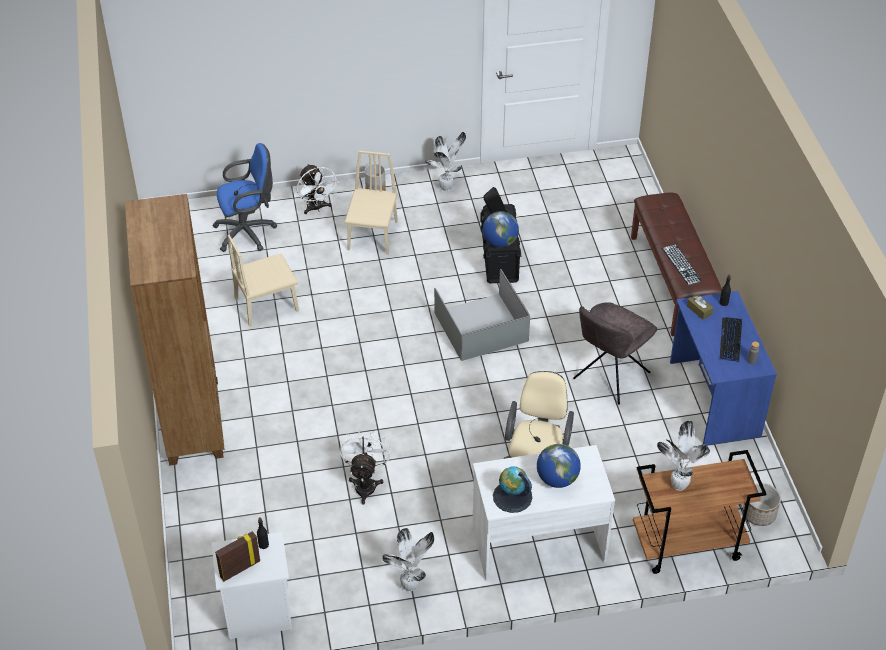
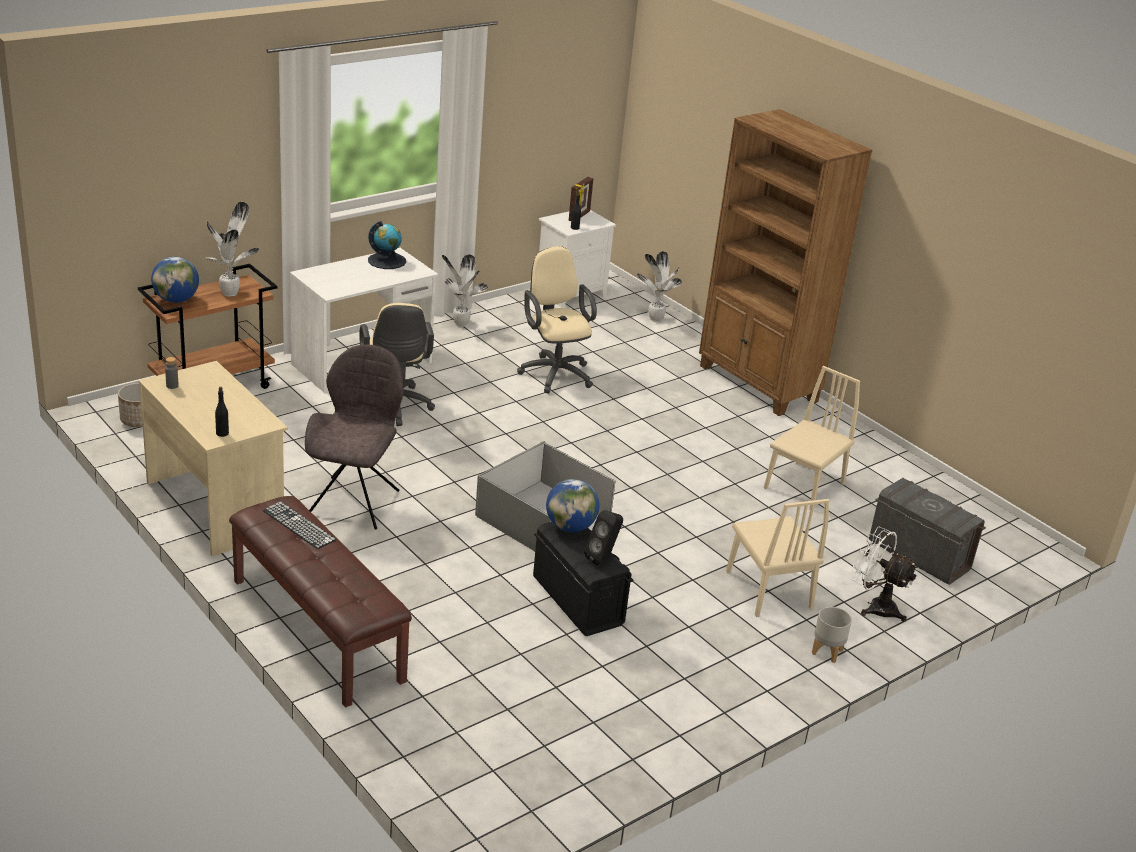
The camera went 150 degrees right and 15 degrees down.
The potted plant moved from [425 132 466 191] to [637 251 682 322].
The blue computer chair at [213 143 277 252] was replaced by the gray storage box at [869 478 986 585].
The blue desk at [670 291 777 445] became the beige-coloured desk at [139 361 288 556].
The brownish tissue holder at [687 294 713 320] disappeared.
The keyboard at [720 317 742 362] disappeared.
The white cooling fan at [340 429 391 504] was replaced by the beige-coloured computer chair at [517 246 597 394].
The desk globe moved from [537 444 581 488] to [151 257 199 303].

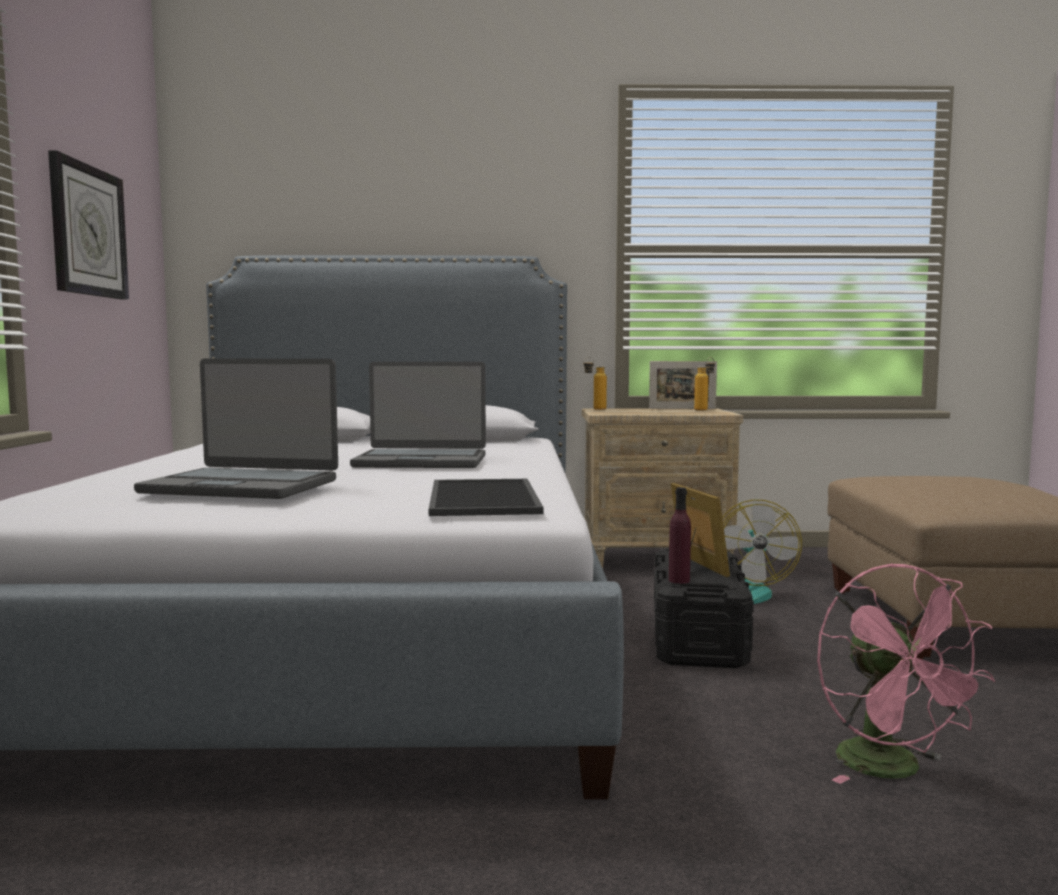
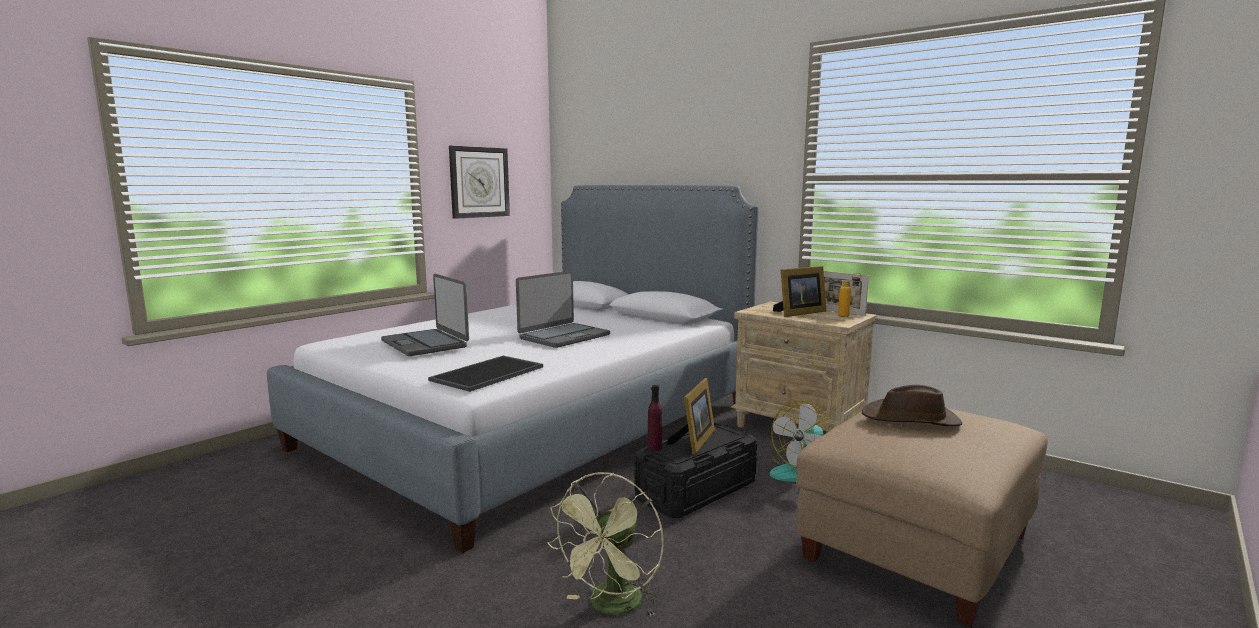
The camera went 40 degrees right and 5 degrees up.
The drink bottle at [583 357 607 410] disappeared.
The notebook computer at [350 362 486 468] turned 90 degrees counterclockwise.
The pink cooling fan at [817 563 996 784] became the greenish cooling fan at [547 472 664 617].
The picture frame at [773 266 826 317] appeared.
The brownish hat at [862 385 962 426] appeared.

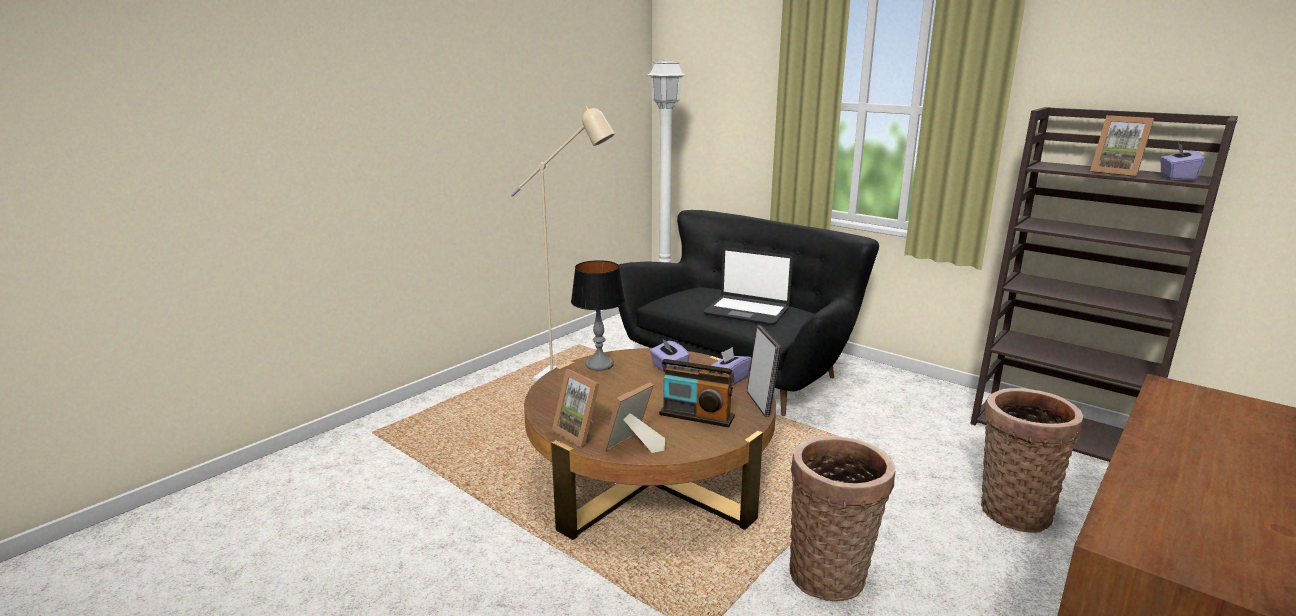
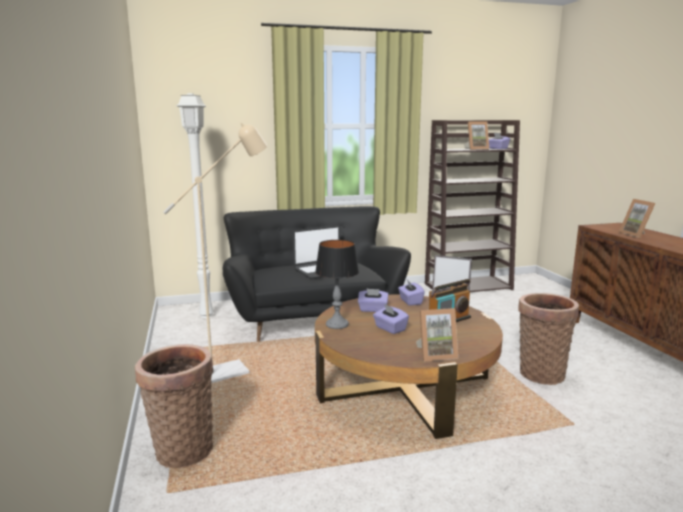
The camera went 55 degrees left and 5 degrees down.
The picture frame moved from [602 382 665 453] to [619 199 656 238].
The storage basket moved from [981 388 1083 533] to [135 344 214 468].
The purplish tissue holder at [373 304 409 334] appeared.

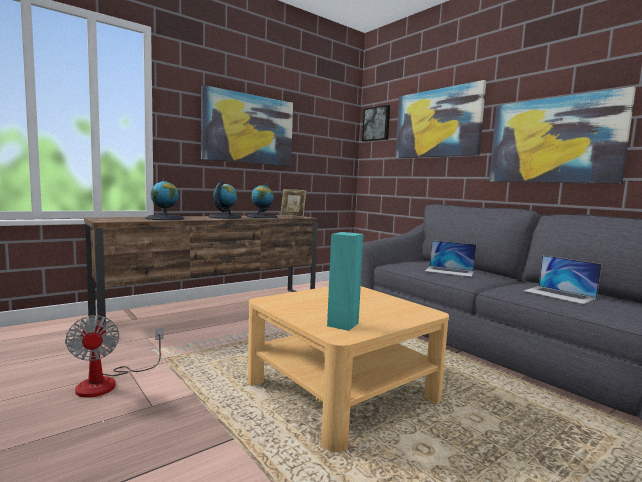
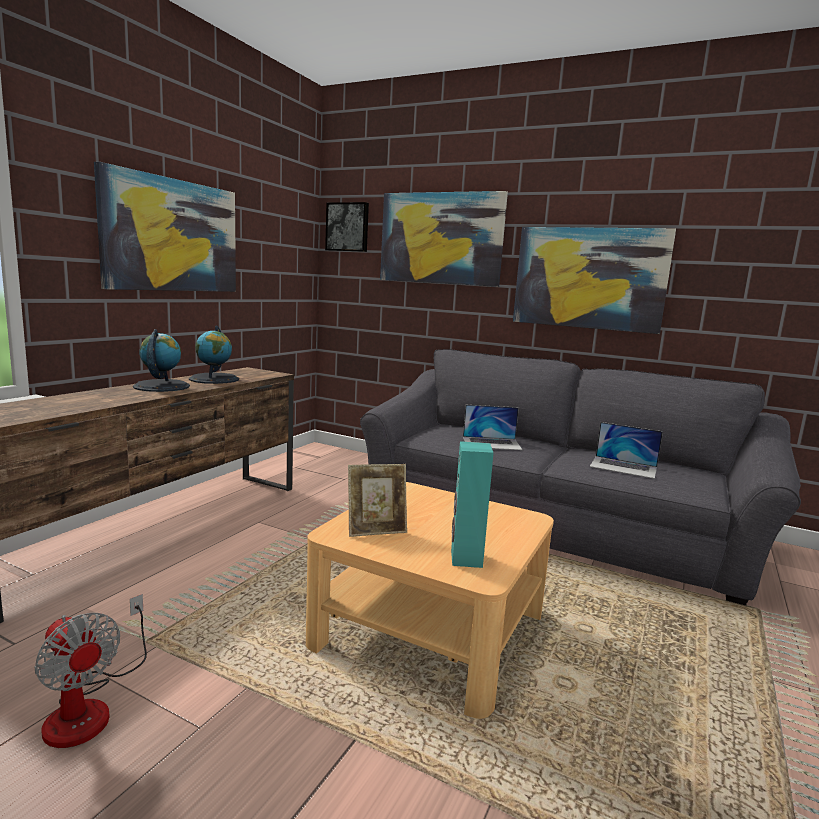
The camera went 25 degrees left and 5 degrees up.
The desk globe at [145 178 184 220] disappeared.
The picture frame moved from [280 189 306 217] to [348 464 407 537].

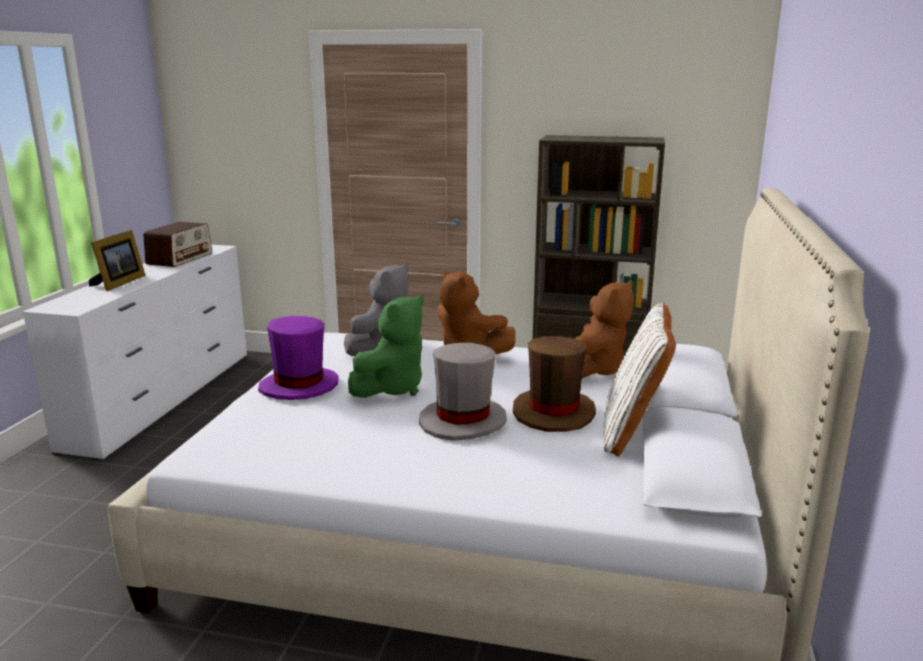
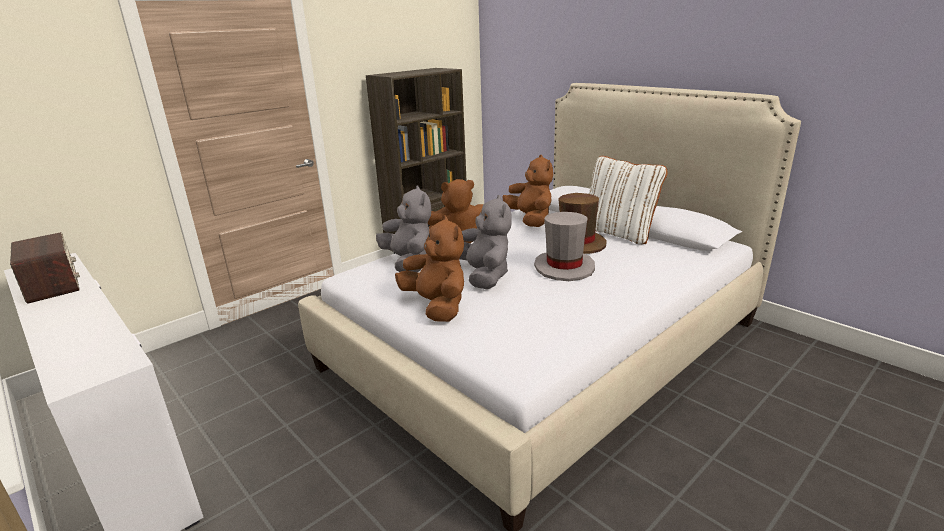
The camera went 55 degrees left and 5 degrees up.
The picture frame at [89 230 146 291] disappeared.
The greenish soft toy at [348 295 424 398] became the gray soft toy at [459 195 512 289].
The purplish hat at [258 316 339 400] was replaced by the brownish soft toy at [395 215 464 322].

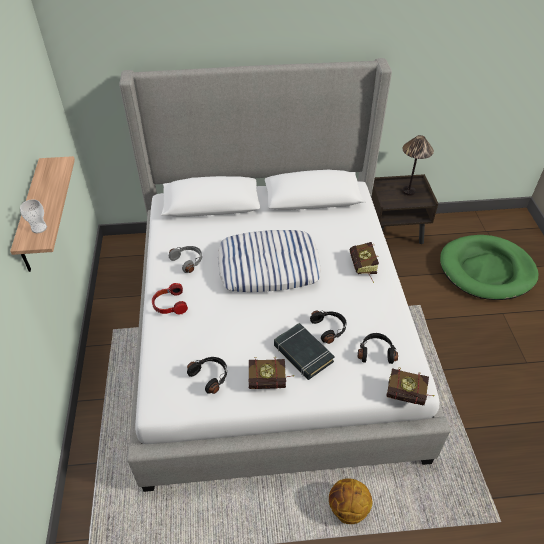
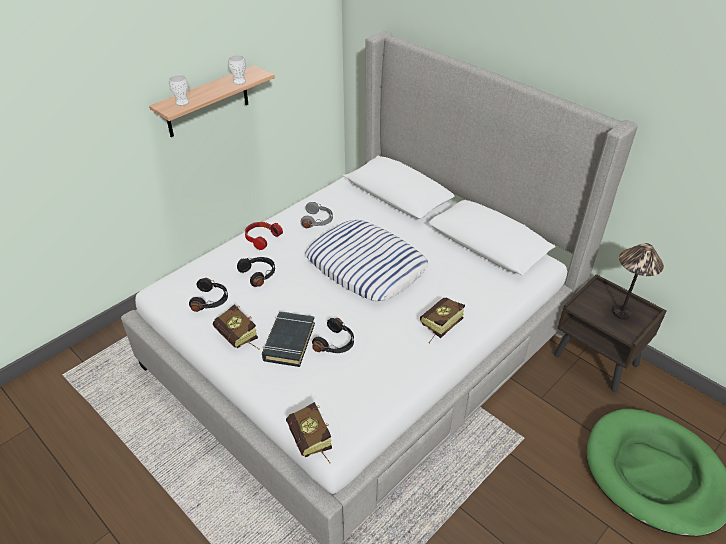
The camera went 50 degrees right and 5 degrees down.
The blackish headphones moved from [358 333 398 364] to [237 257 275 287].
The basketball at [329 478 372 524] disappeared.
The drinking cup at [228 55 246 85] appeared.

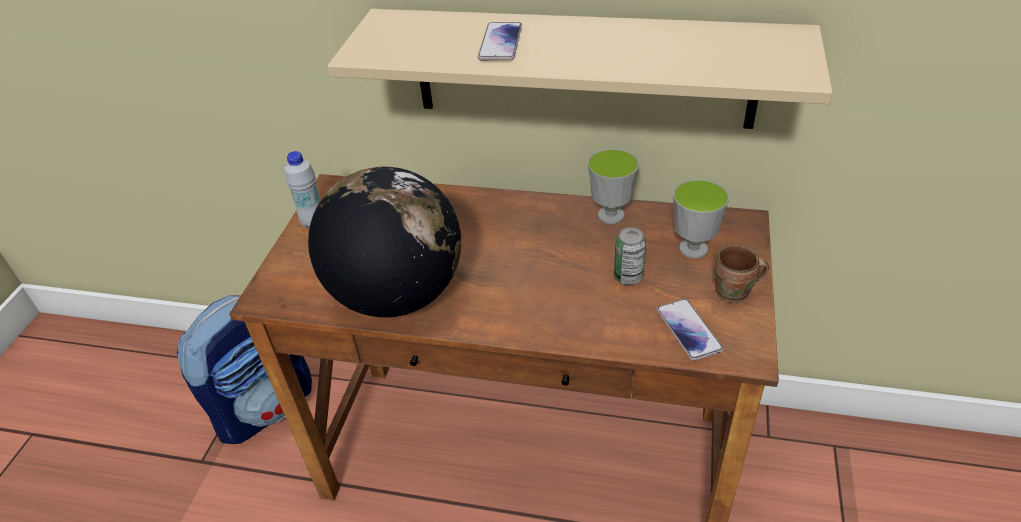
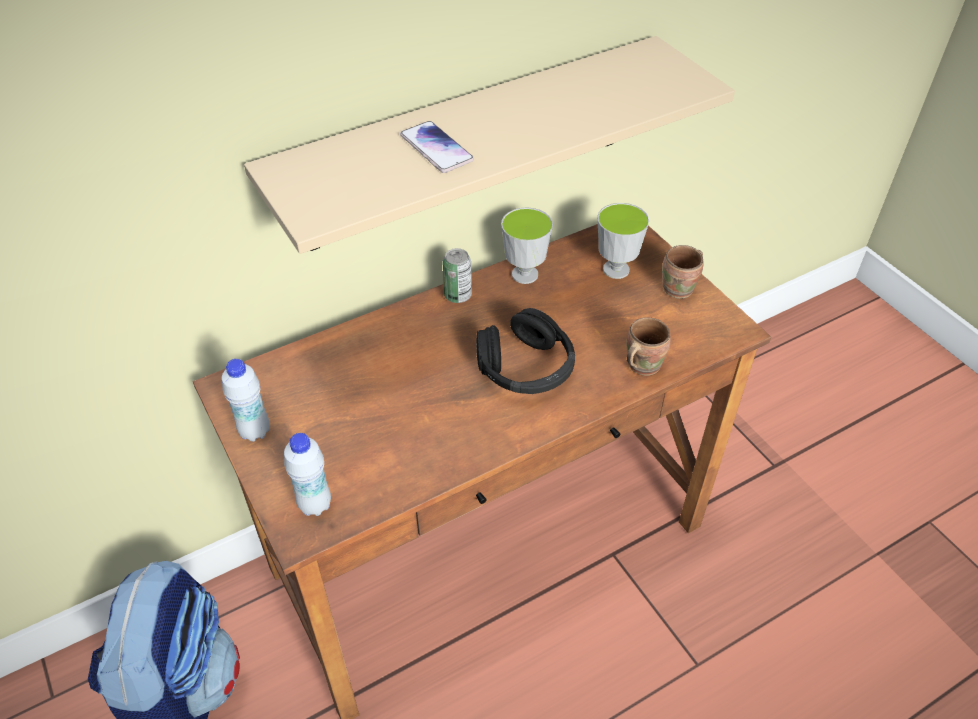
The camera went 45 degrees left and 5 degrees up.
The desk globe at [308 167 461 317] disappeared.
The metal can moved from [614 227 646 285] to [443 248 472 303].
The phone at [657 299 723 361] disappeared.
The blackish headphones at [476 308 575 394] appeared.
The brownish tea mug at [626 317 670 376] appeared.
The white drink bottle at [284 433 331 516] appeared.

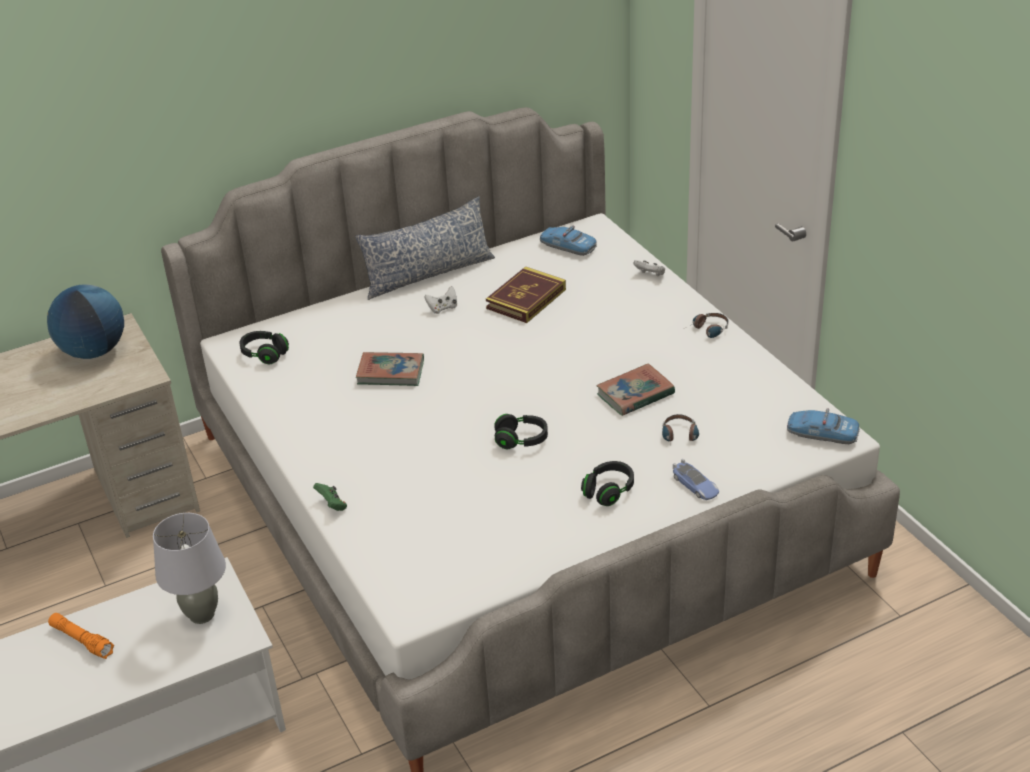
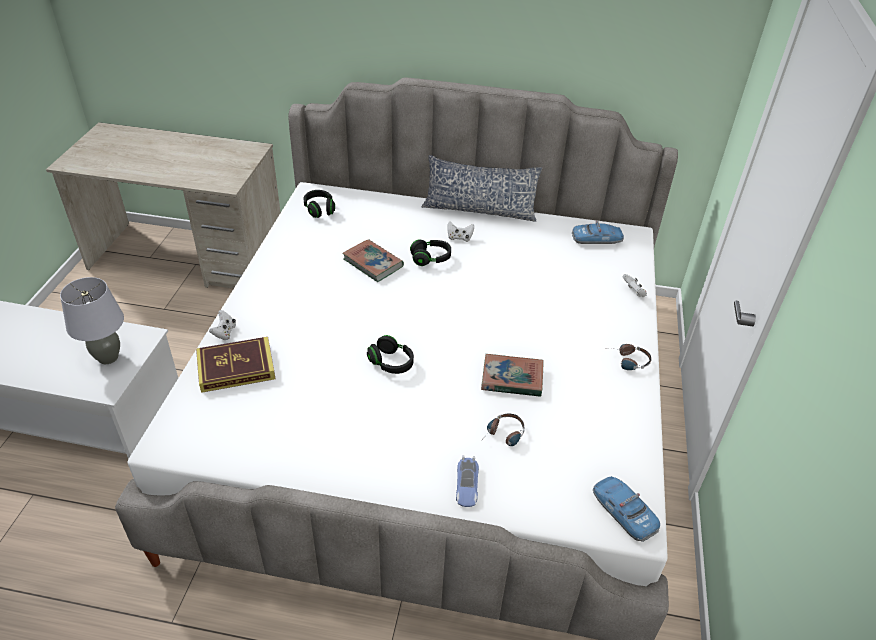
The camera went 35 degrees right and 5 degrees up.
The miniature car at [540 226 597 256] turned 105 degrees clockwise.
The volume moved from [486 266 566 323] to [196 337 275 393].
The desk globe at [47 284 124 359] disappeared.
The blackish headphones moved from [581 461 634 506] to [410 239 451 266].
The greenish game controller at [313 483 347 511] became the white game controller at [209 310 236 340].
The orange-coloured flashlight at [48 613 114 659] disappeared.

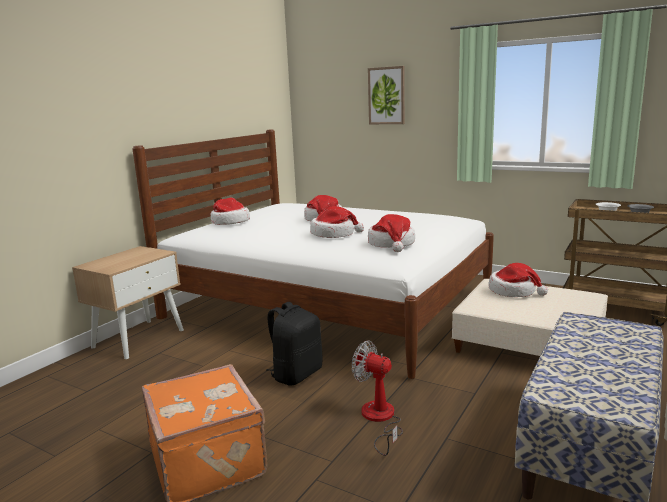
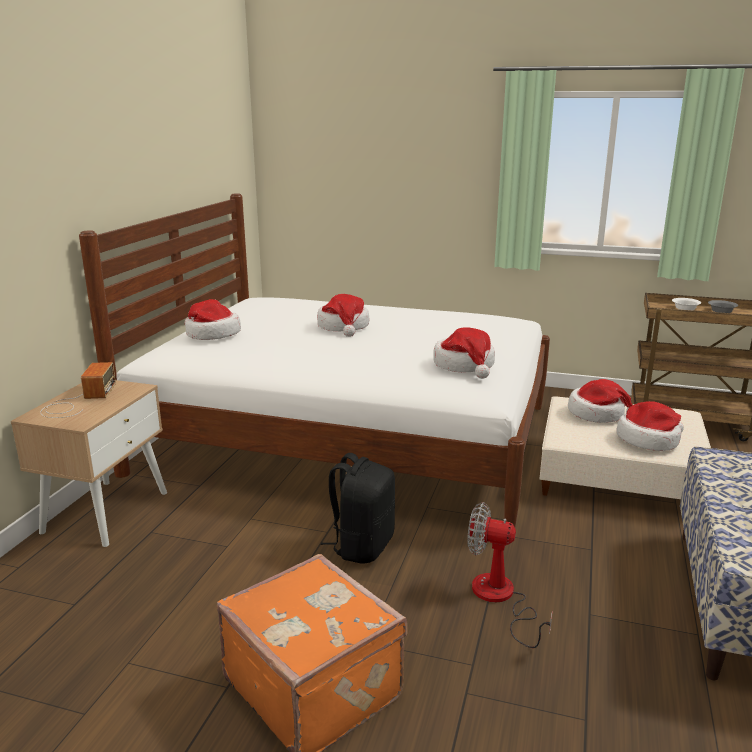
The camera went 15 degrees left and 5 degrees up.
The wall picture at [368 66 405 124] disappeared.
The hat moved from [310 206 364 238] to [617 401 684 451].
The radio receiver at [40 362 116 418] appeared.

